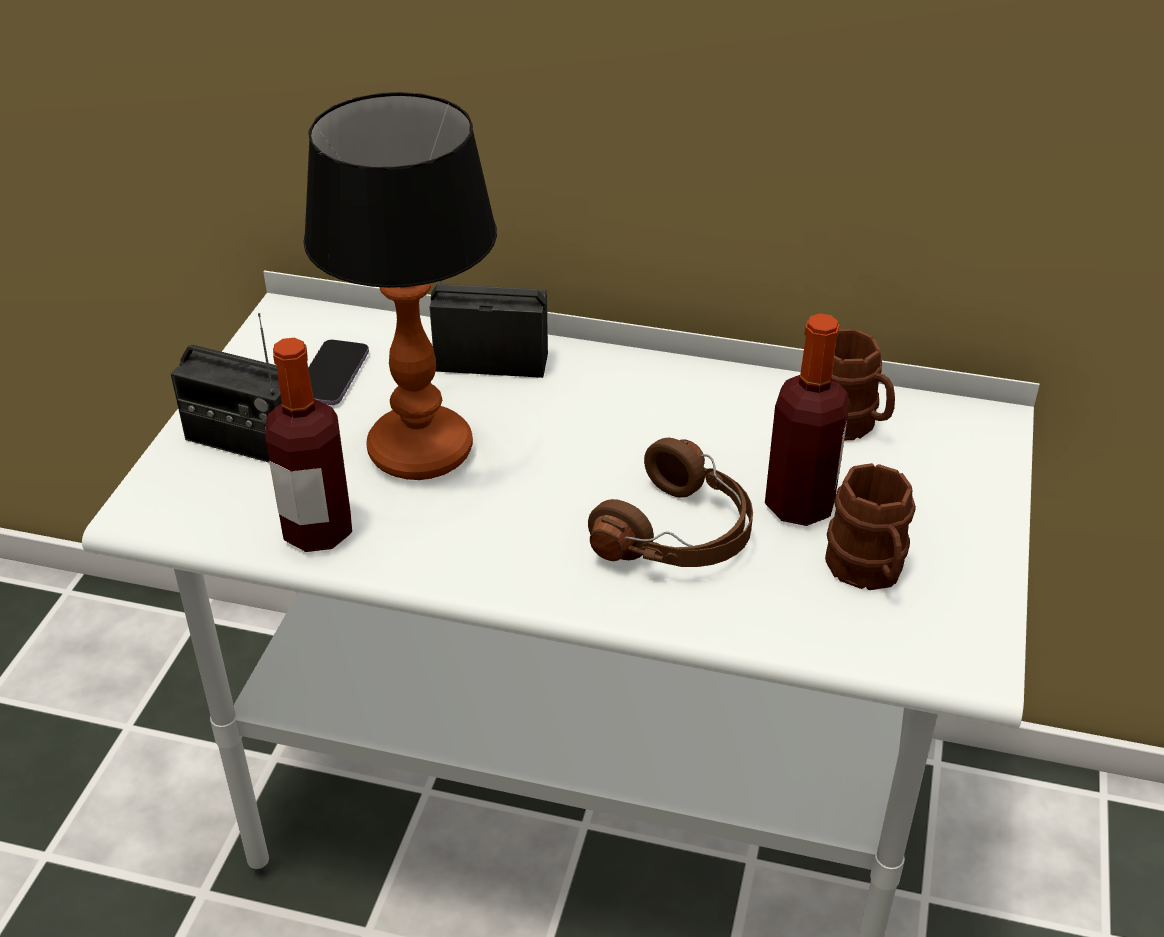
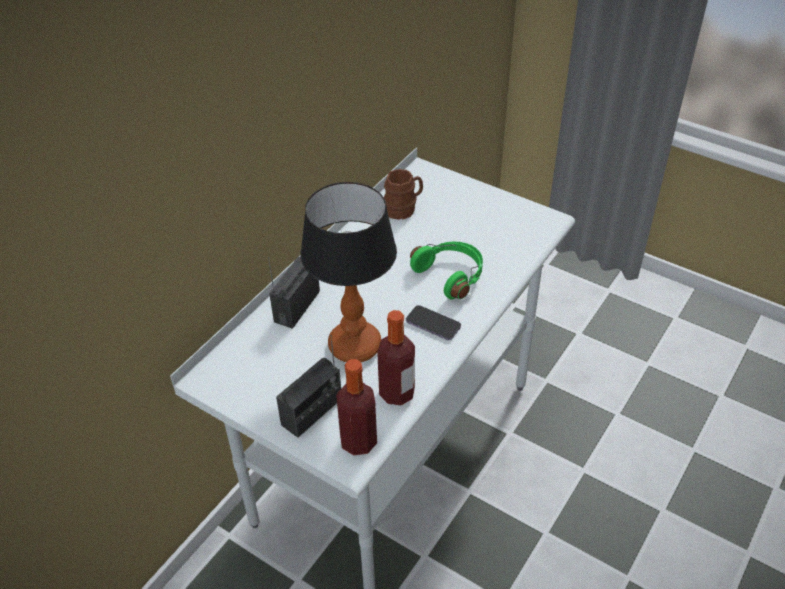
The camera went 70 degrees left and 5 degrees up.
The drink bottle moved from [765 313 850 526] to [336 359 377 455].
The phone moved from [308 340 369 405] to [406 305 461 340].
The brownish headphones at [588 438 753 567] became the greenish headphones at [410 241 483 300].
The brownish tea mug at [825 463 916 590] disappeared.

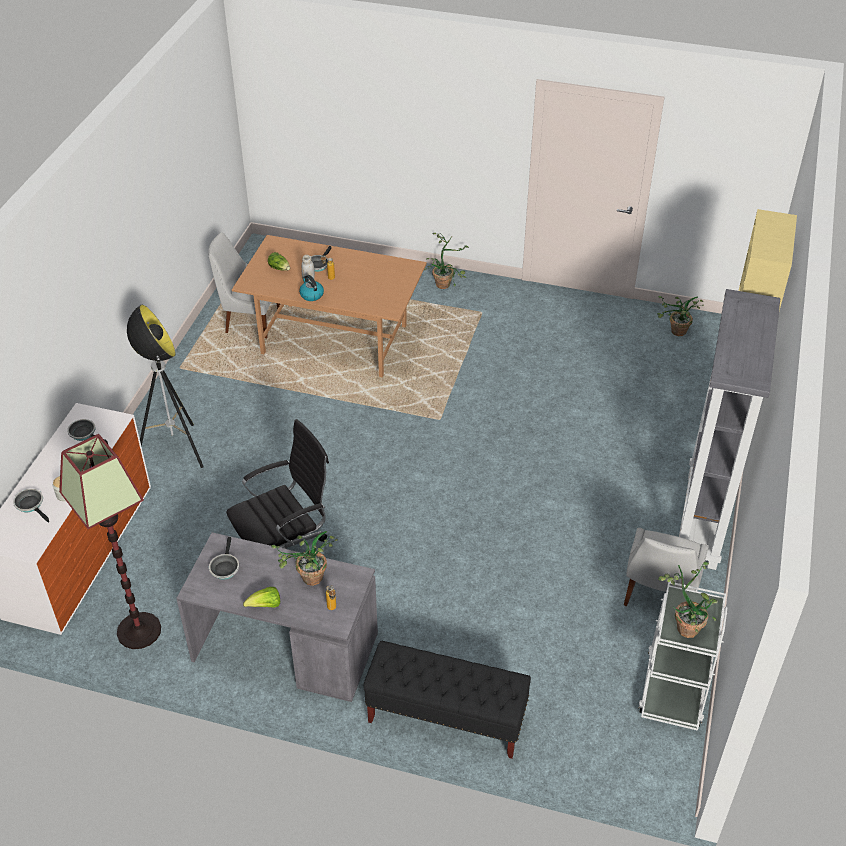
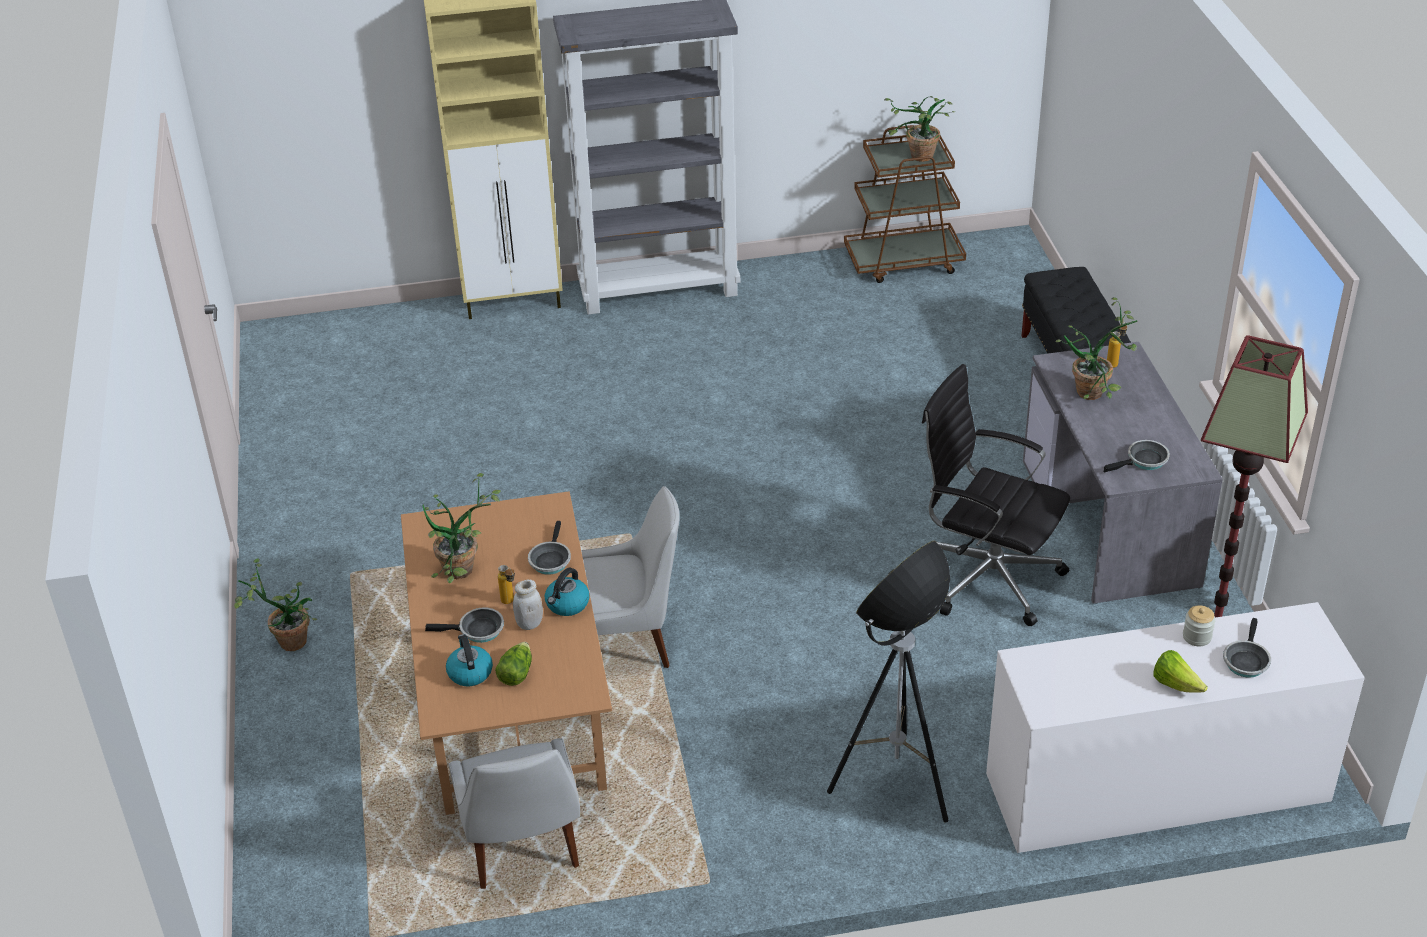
The camera went 115 degrees left and 5 degrees down.
The potted plant moved from [657 296 704 336] to [422 473 501 583].
The frying pan moved from [67 419 108 444] to [528 521 571 575].
The white plain chair moved from [624 528 709 606] to [581 486 680 668].
The white wheeled cart at [638 582 727 731] became the brownish wheeled cart at [844 125 966 283].
The lettuce moved from [243 587 280 608] to [1154 650 1208 693].
The tea kettle at [446 634 493 686] appeared.

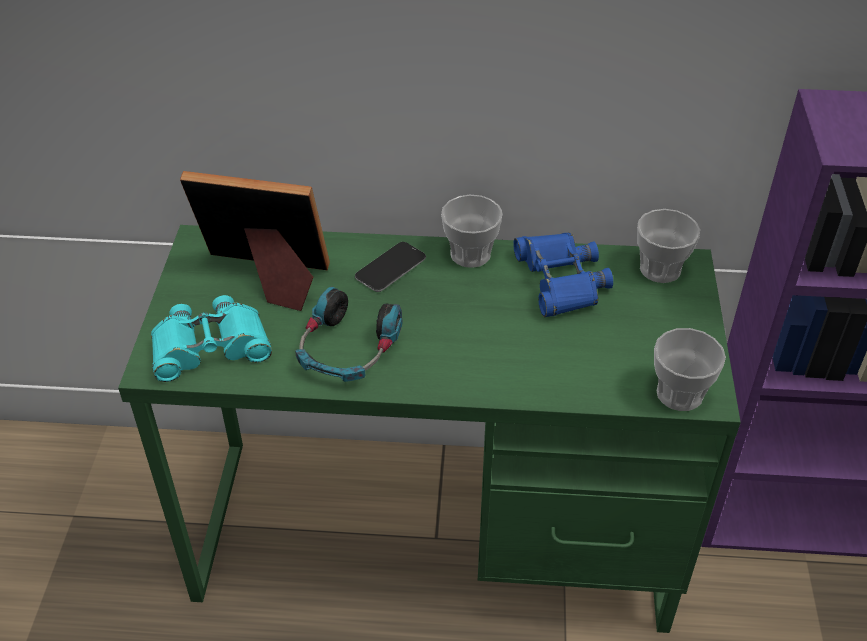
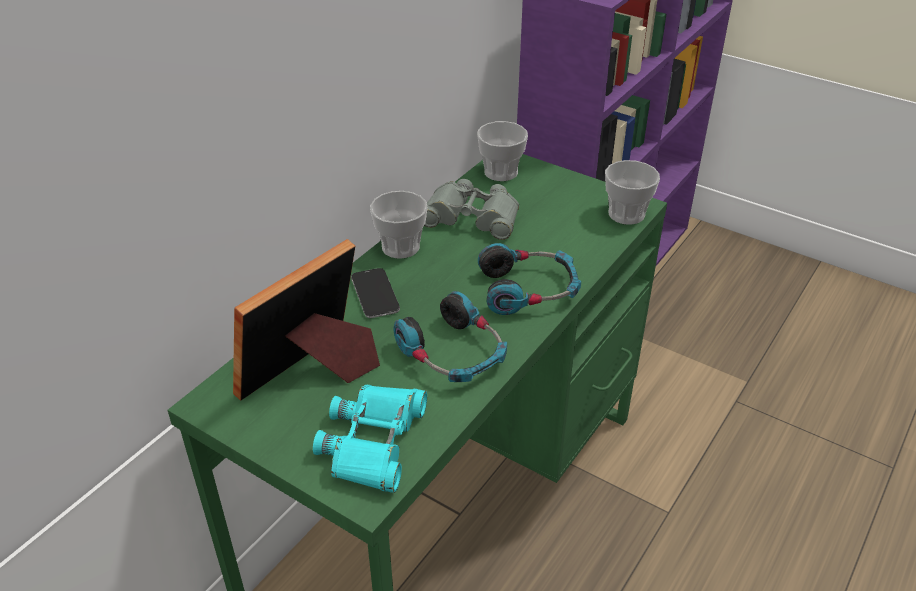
The camera went 60 degrees left and 5 degrees down.
The blue binoculars at [513 233 613 317] became the gray binoculars at [424 179 519 240].
The headphones at [478 243 581 315] appeared.

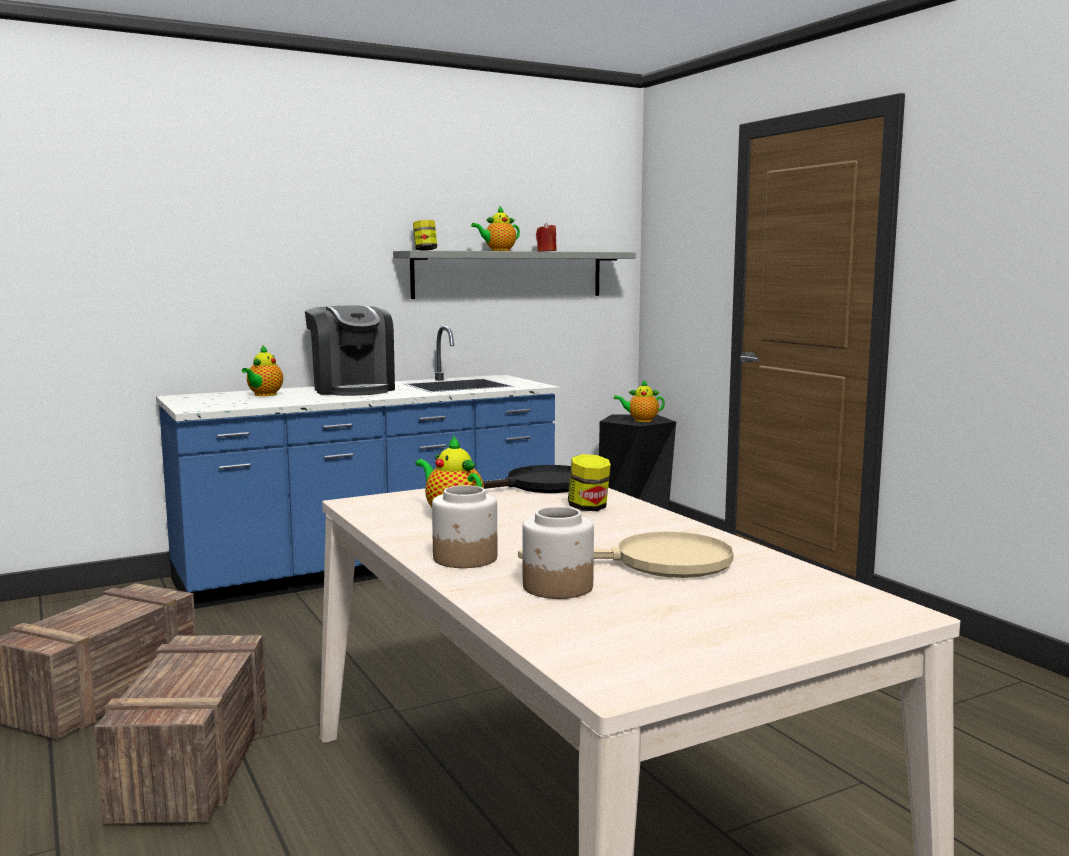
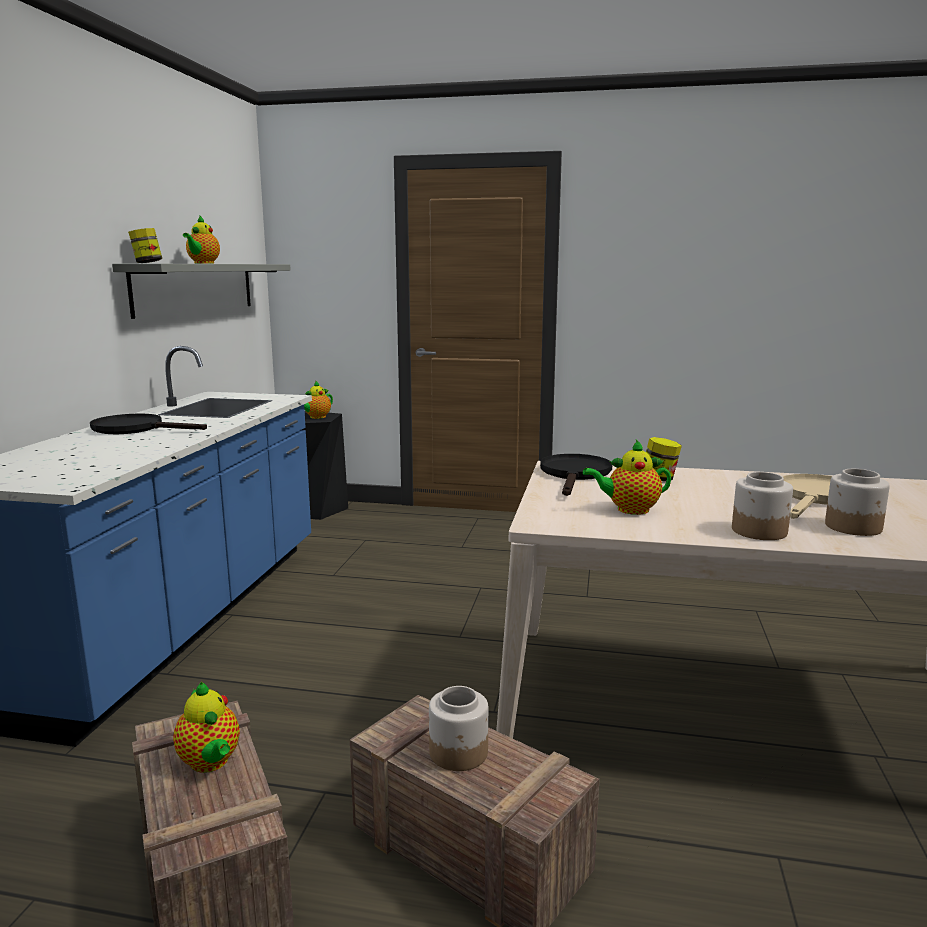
The camera went 50 degrees left and 5 degrees up.
The red-coloured wax candle at [536 223 557 251] disappeared.
The coffee machine at [305 305 395 396] was replaced by the blackish frying pan at [90 414 207 434].
The teapot moved from [242 346 283 396] to [173 682 240 773].
The storage jar at [429 686 489 771] appeared.

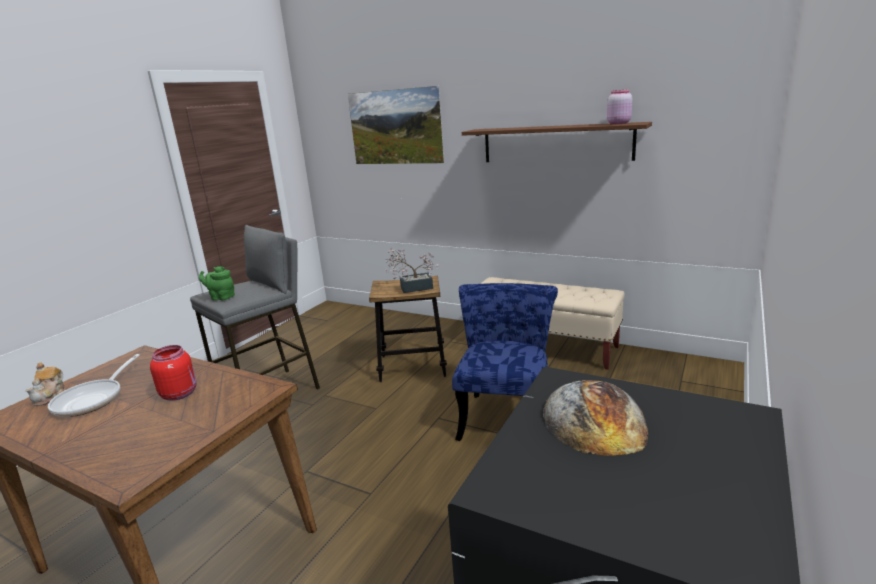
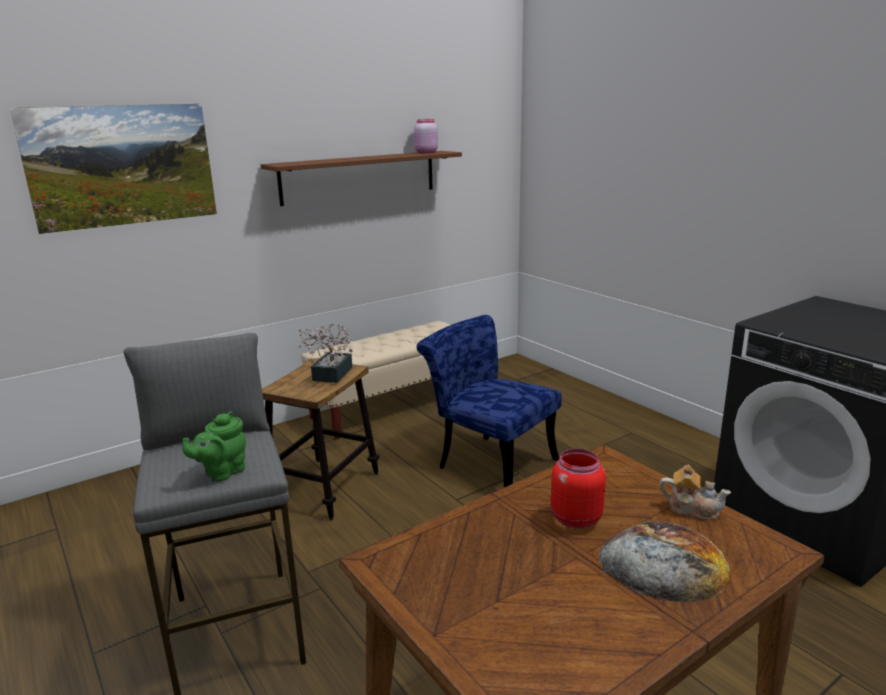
The camera went 65 degrees left and 0 degrees up.
The frying pan at [48 354 140 417] disappeared.
The teapot moved from [25 363 65 406] to [659 465 731 520].
The bakery bread moved from [543 380 648 456] to [599 521 730 602].

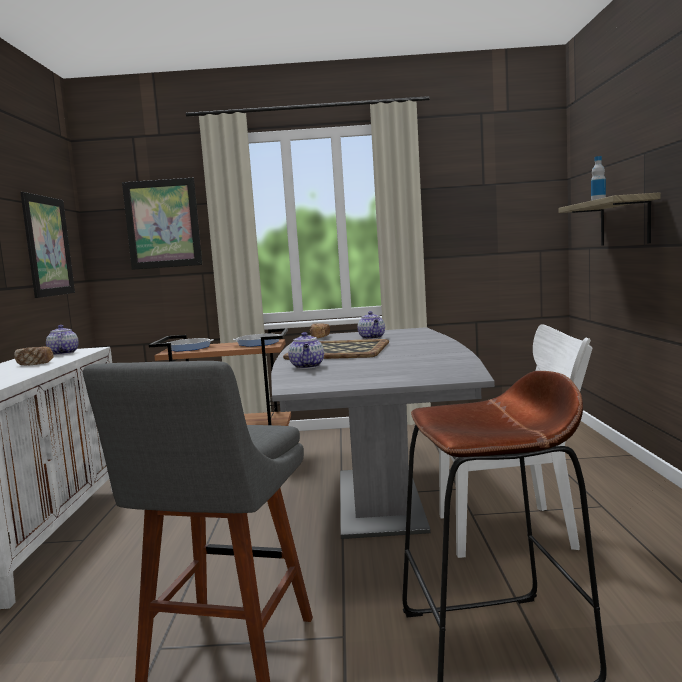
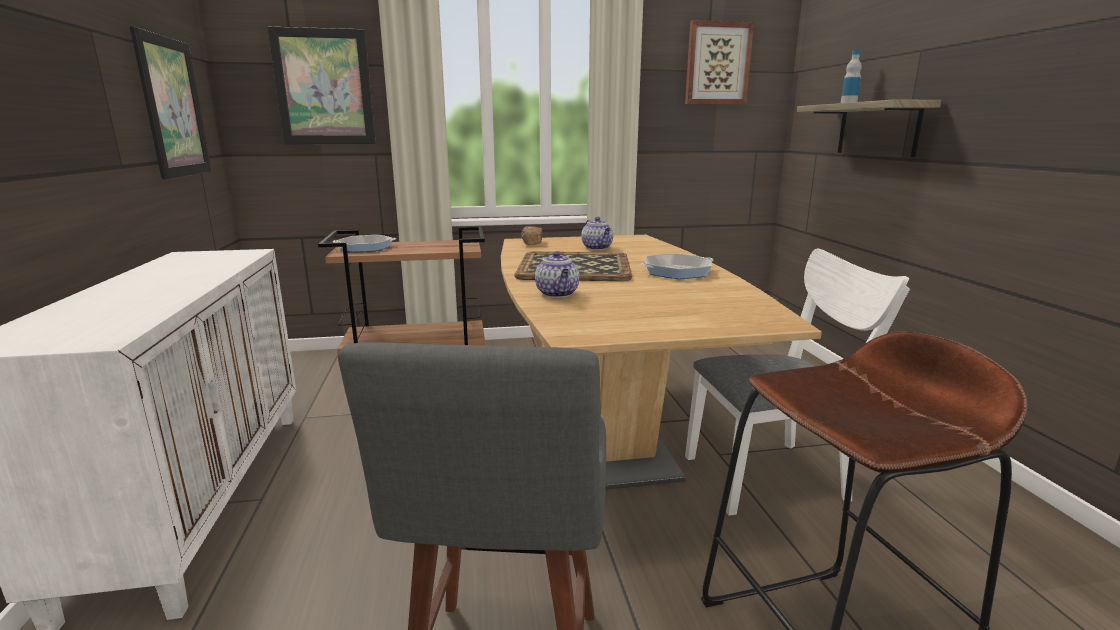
The camera went 10 degrees left and 10 degrees up.
The teapot at [46 325 79 355] disappeared.
The gray dining table at [271 327 495 539] became the brownish dining table at [501 235 822 490].
The frying pan moved from [233 333 281 347] to [641 253 714 279].
The bakery bread at [14 347 54 365] disappeared.
The wall picture at [685 20 754 105] appeared.

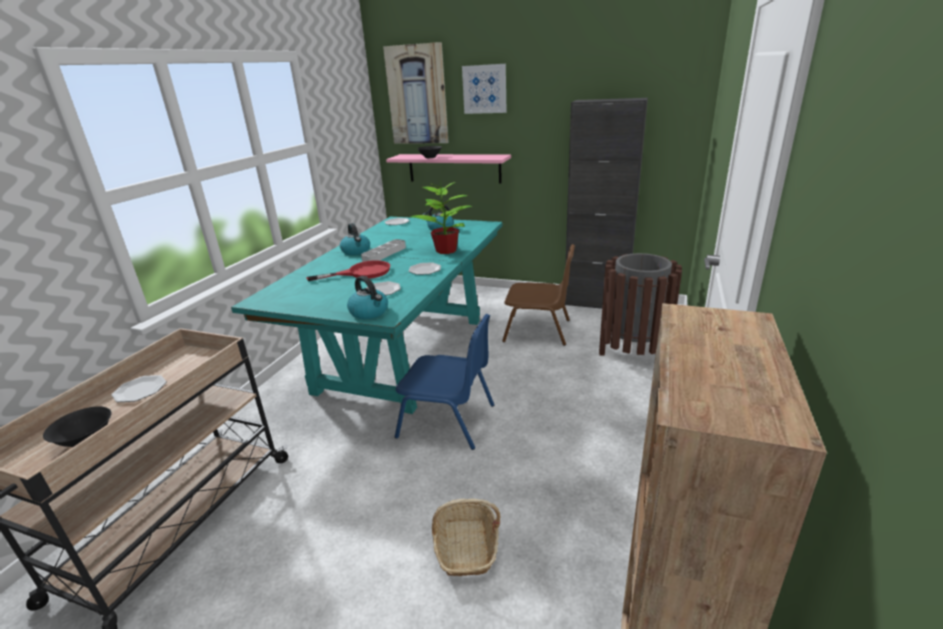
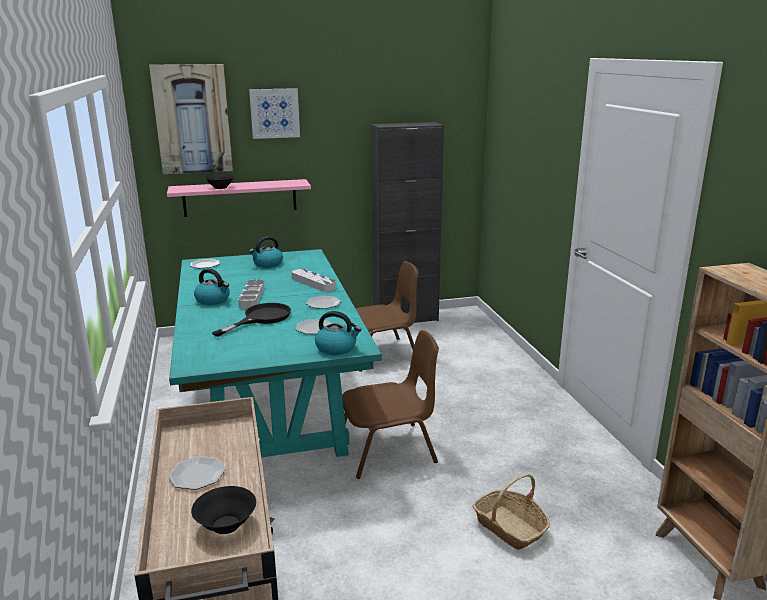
The camera went 35 degrees left and 5 degrees down.
The potted plant at [410 179 472 254] was replaced by the gray tray at [291 269 336 292].
The brownish trash can at [599 253 682 356] disappeared.
The red-coloured frying pan at [307 260 390 281] became the blackish frying pan at [212 303 291 337].
The blue plain chair at [395 314 494 450] became the brownish plain chair at [342 330 439 479].

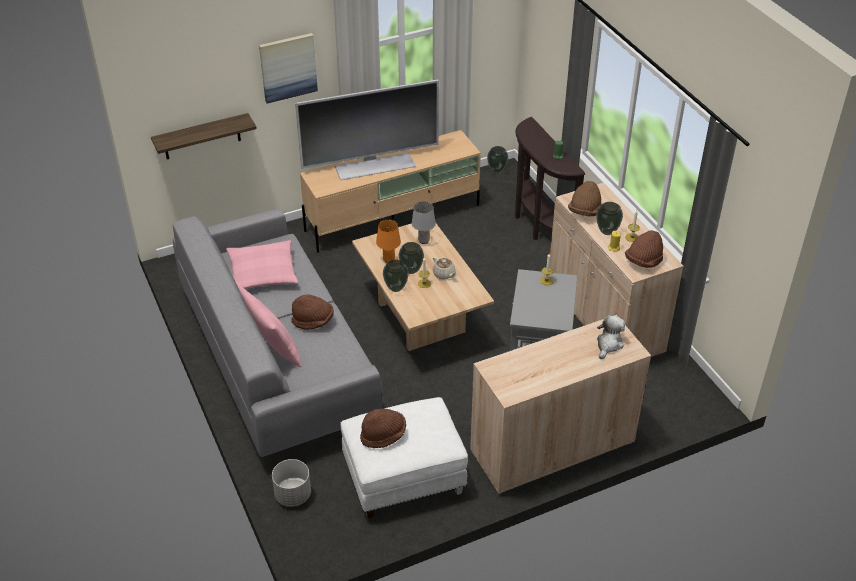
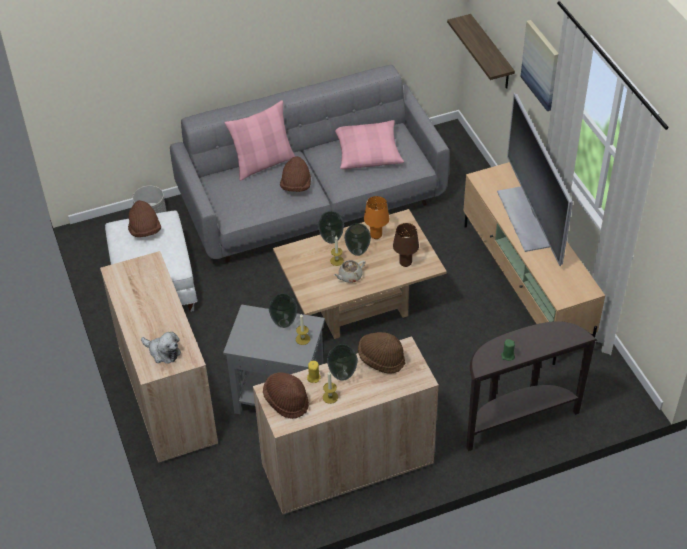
The camera went 95 degrees right and 5 degrees up.
The vase moved from [487 146 508 173] to [269 293 297 328].
The gray lamp for a table at [411 201 436 244] became the brownish lamp for a table at [393 223 419 267].

